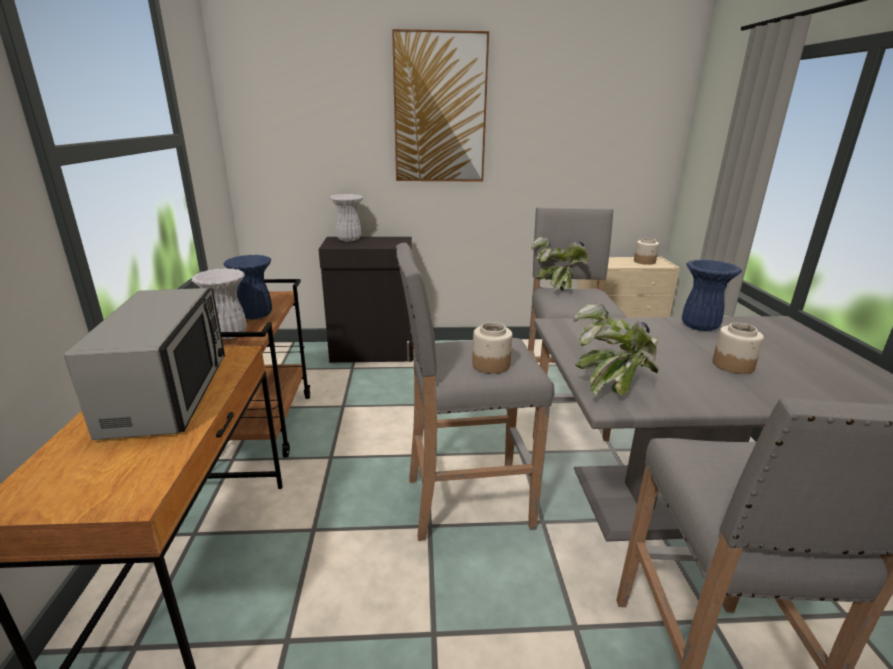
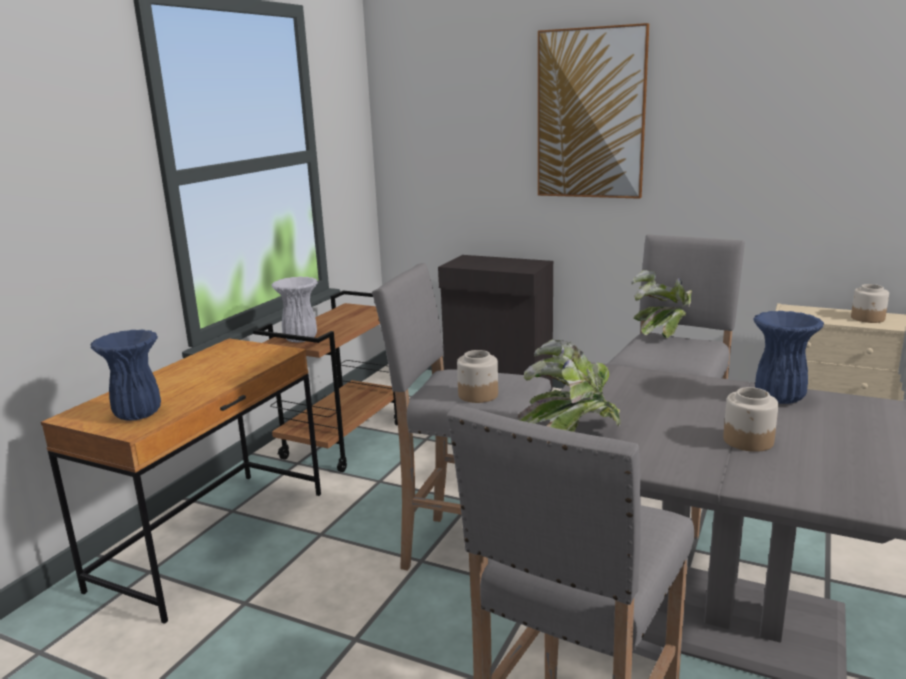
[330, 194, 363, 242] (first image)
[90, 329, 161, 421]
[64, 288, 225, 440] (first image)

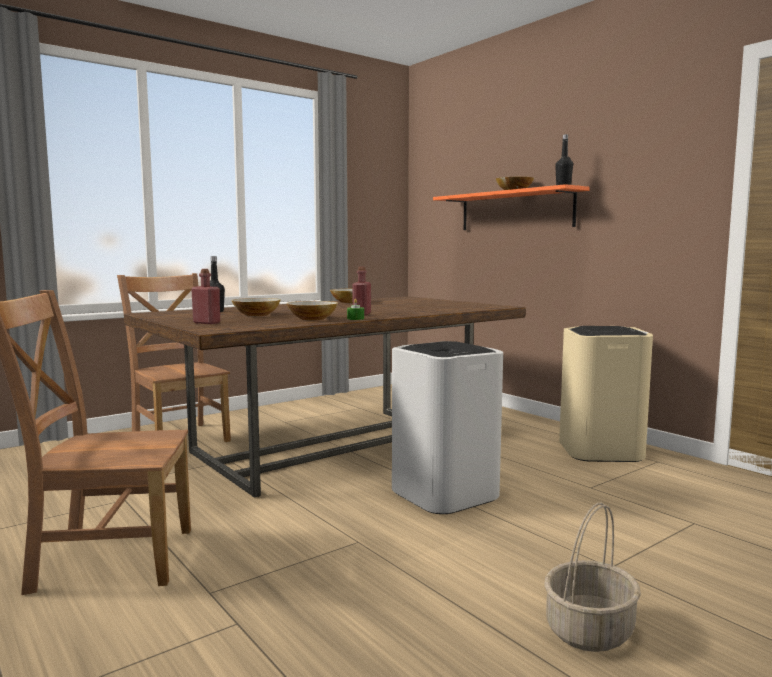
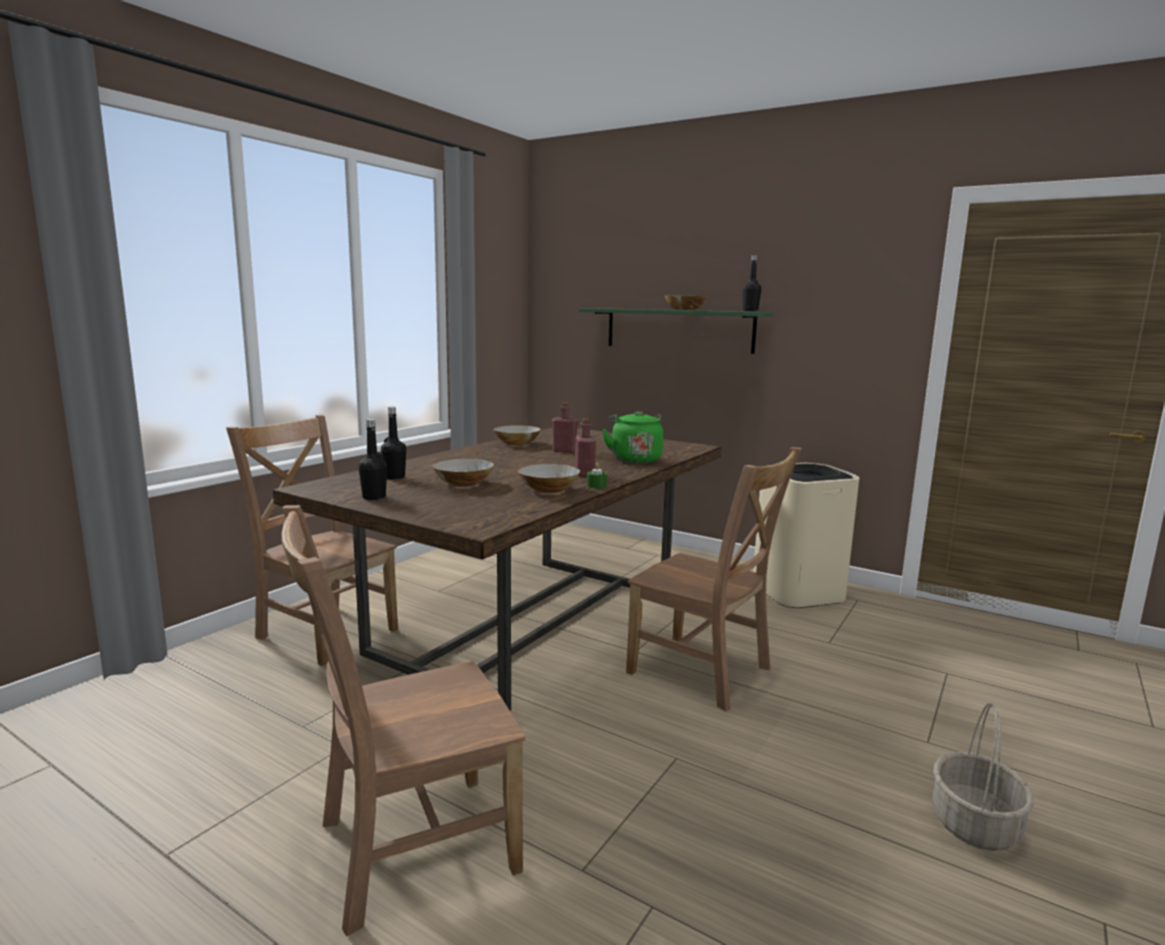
[579, 308, 773, 354]
[552, 402, 578, 452]
[626, 447, 802, 711]
[602, 411, 663, 463]
[358, 419, 387, 500]

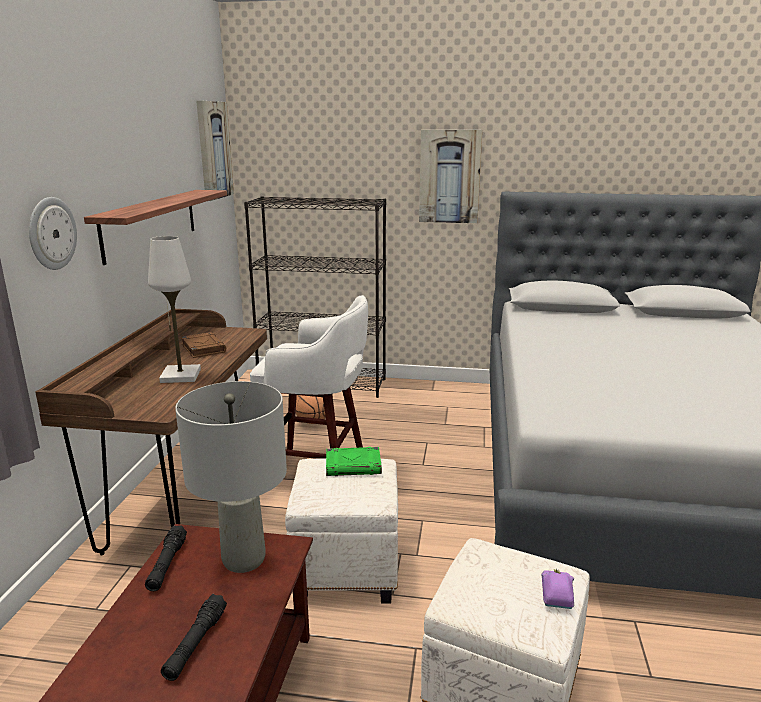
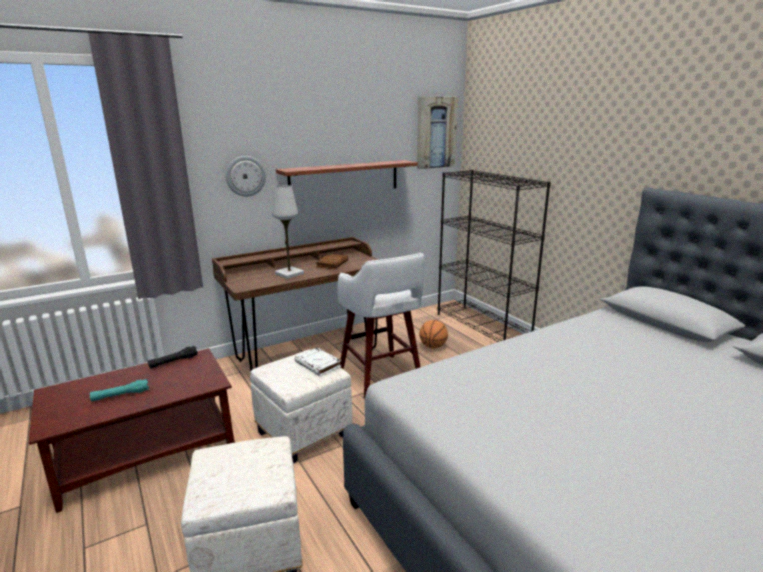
[419, 130, 482, 223] (first image)
[175, 381, 287, 573] (first image)
[295, 348, 341, 376]
[541, 569, 574, 609] (first image)
[90, 379, 149, 402]

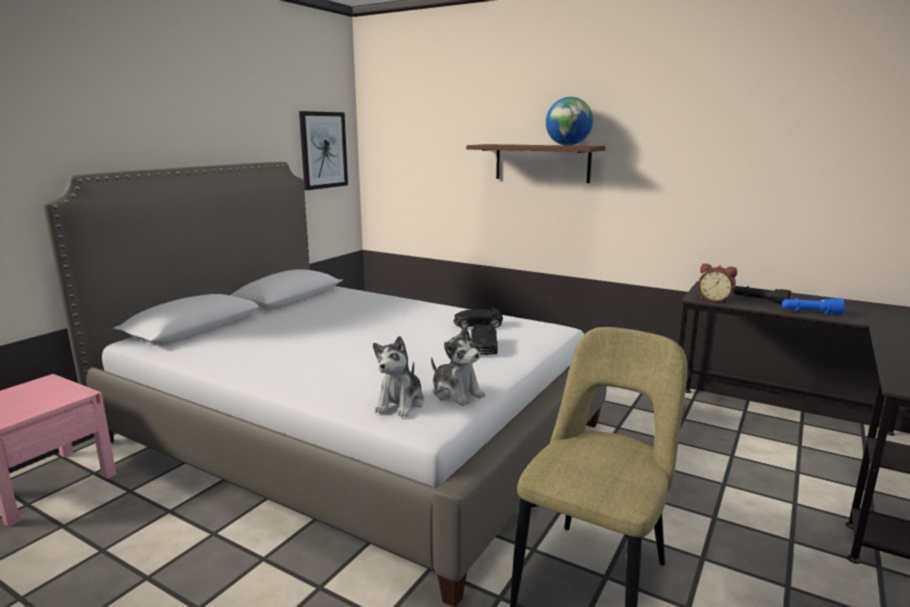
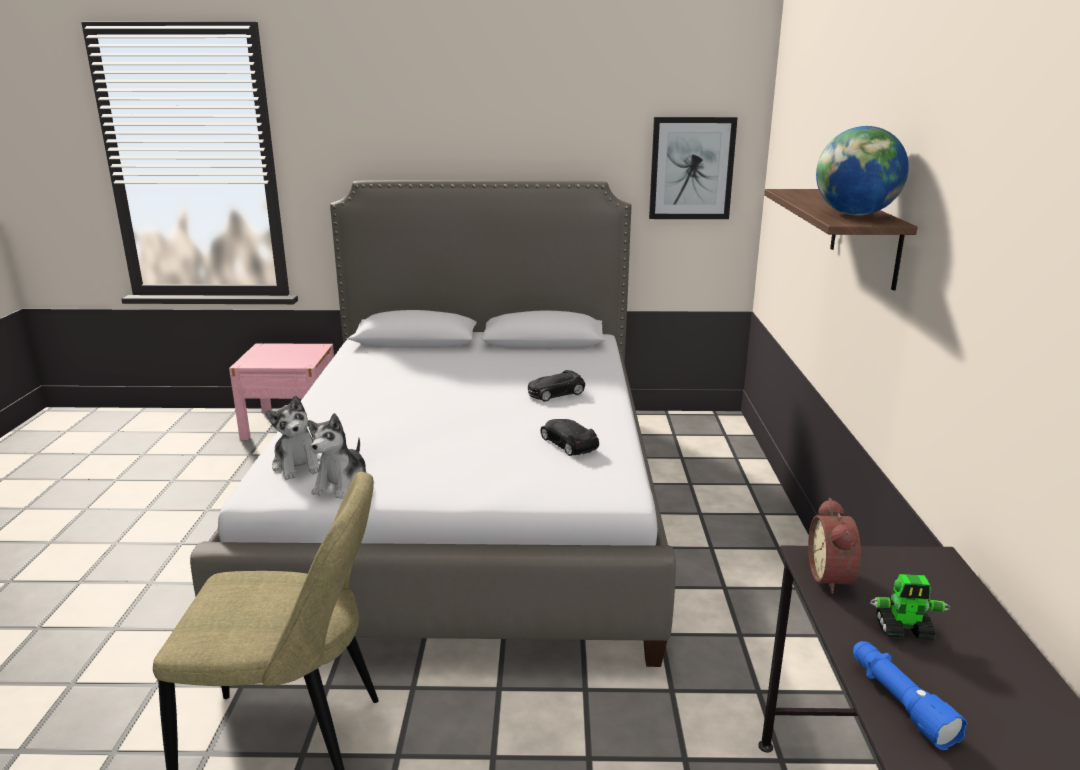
[870, 574, 950, 640]
[528, 370, 585, 402]
[265, 395, 321, 480]

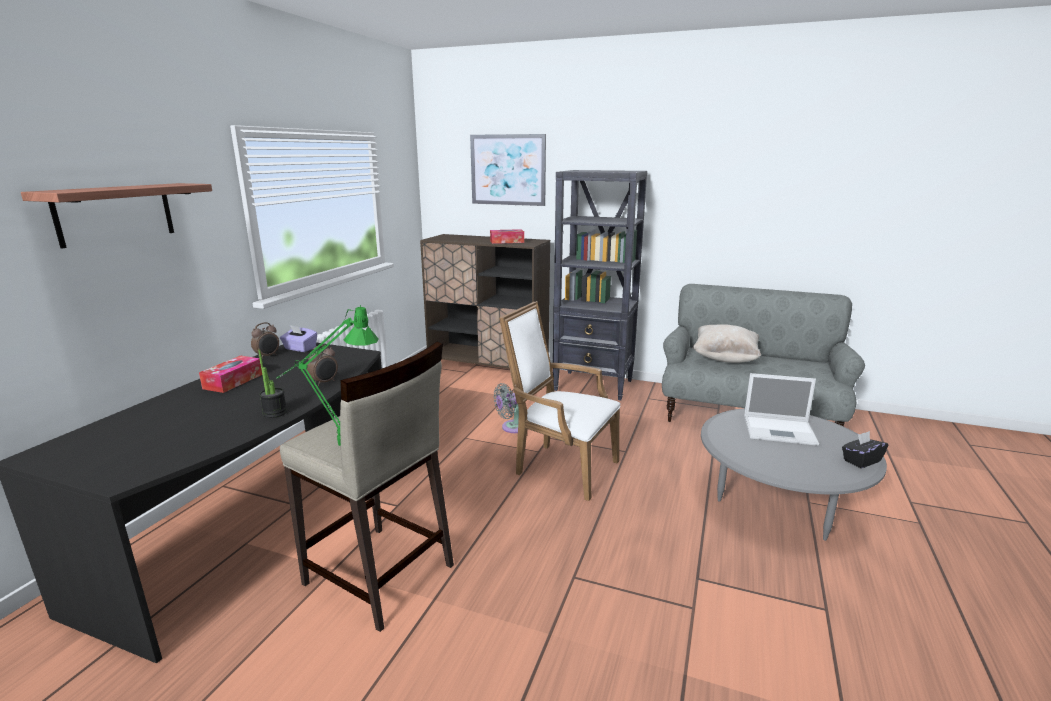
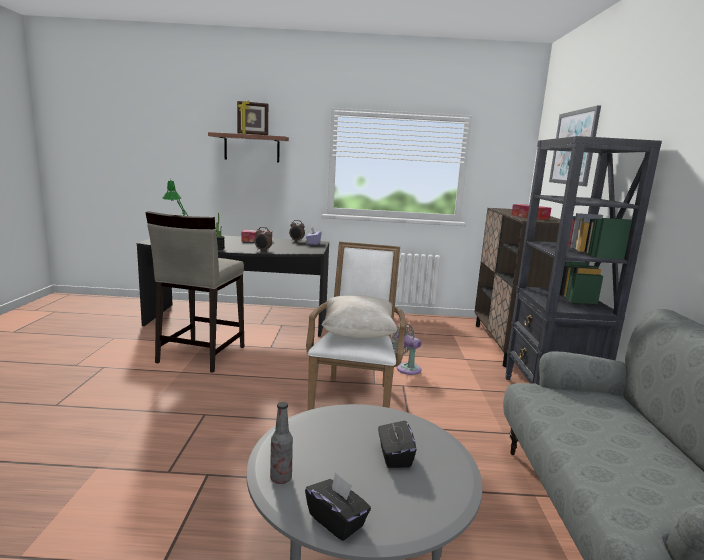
[321, 295, 397, 339]
[378, 417, 416, 468]
[237, 100, 268, 135]
[270, 402, 293, 484]

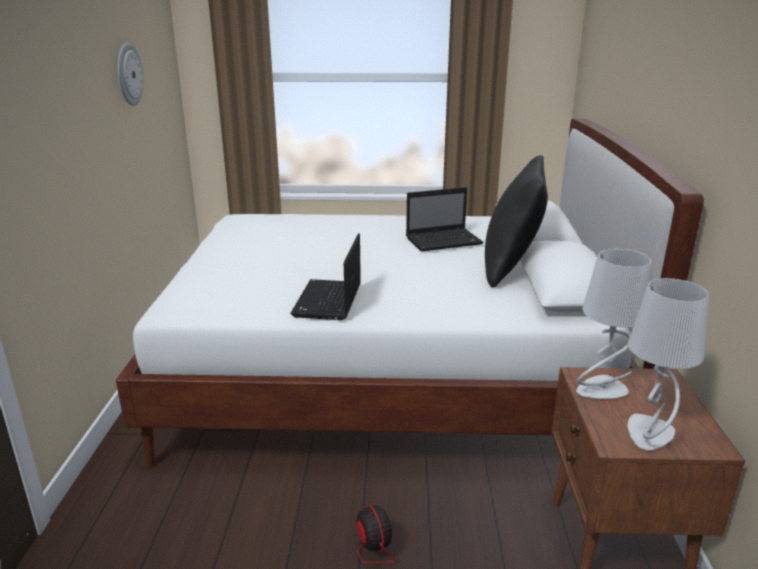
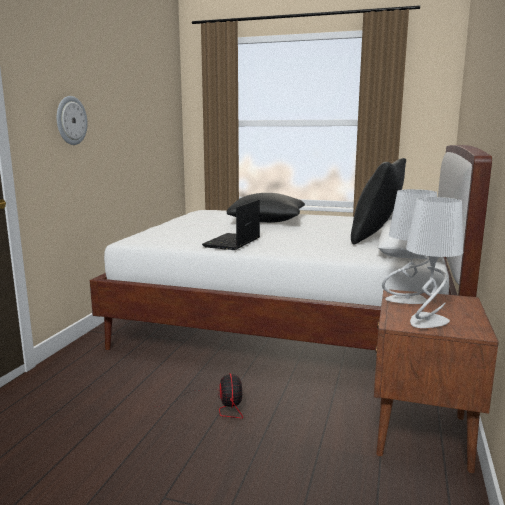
[57, 96, 88, 145]
[406, 187, 483, 251] (first image)
[227, 193, 305, 223]

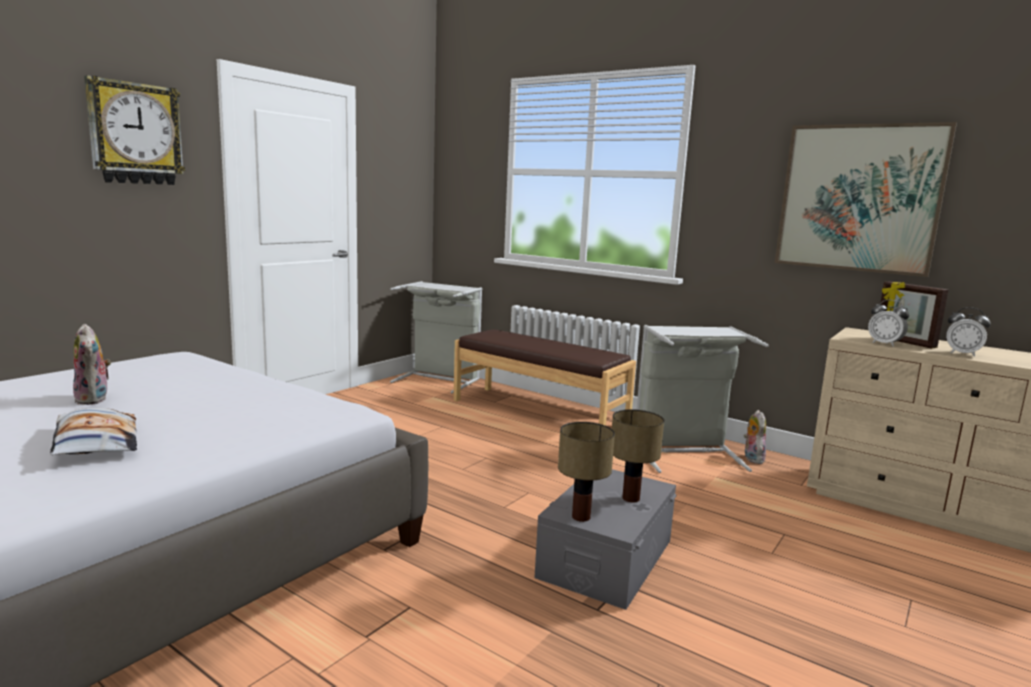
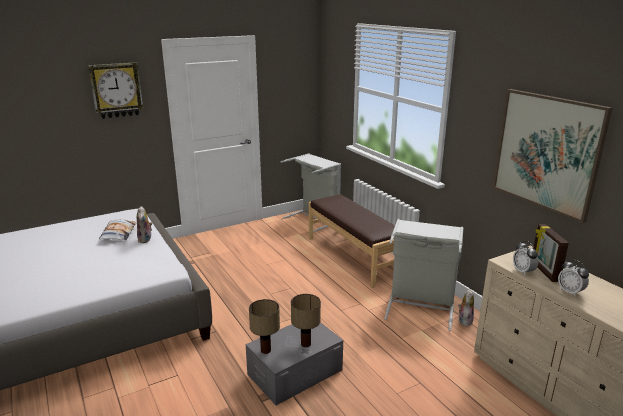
[137, 206, 152, 243]
[99, 219, 136, 240]

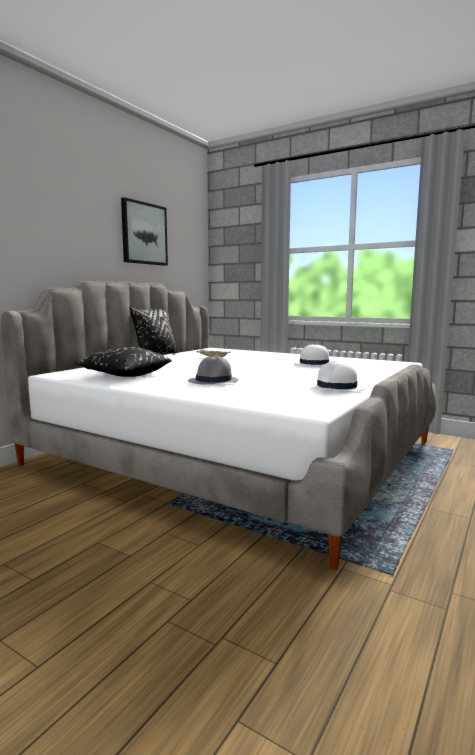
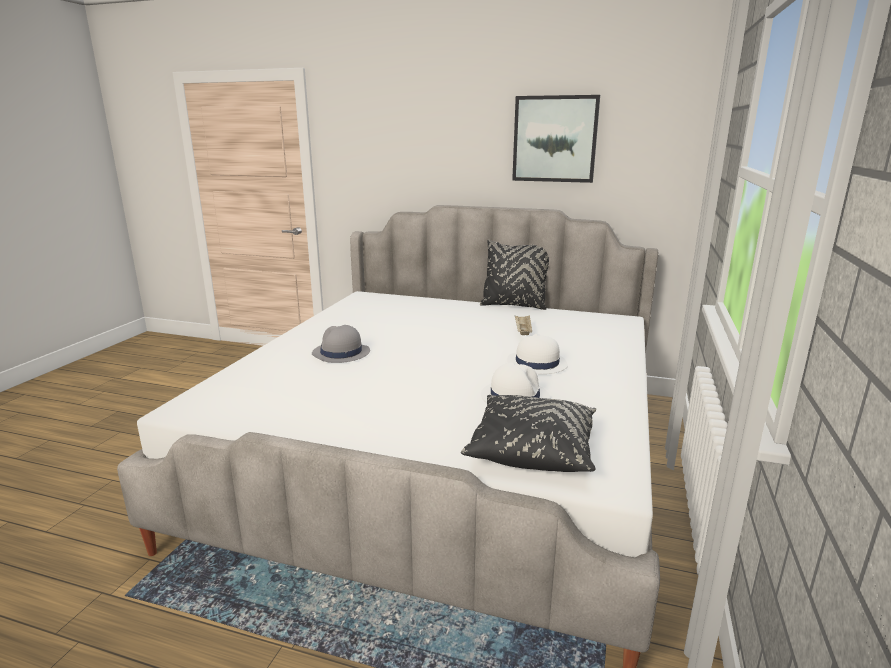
[461, 395, 596, 472]
[507, 334, 568, 374]

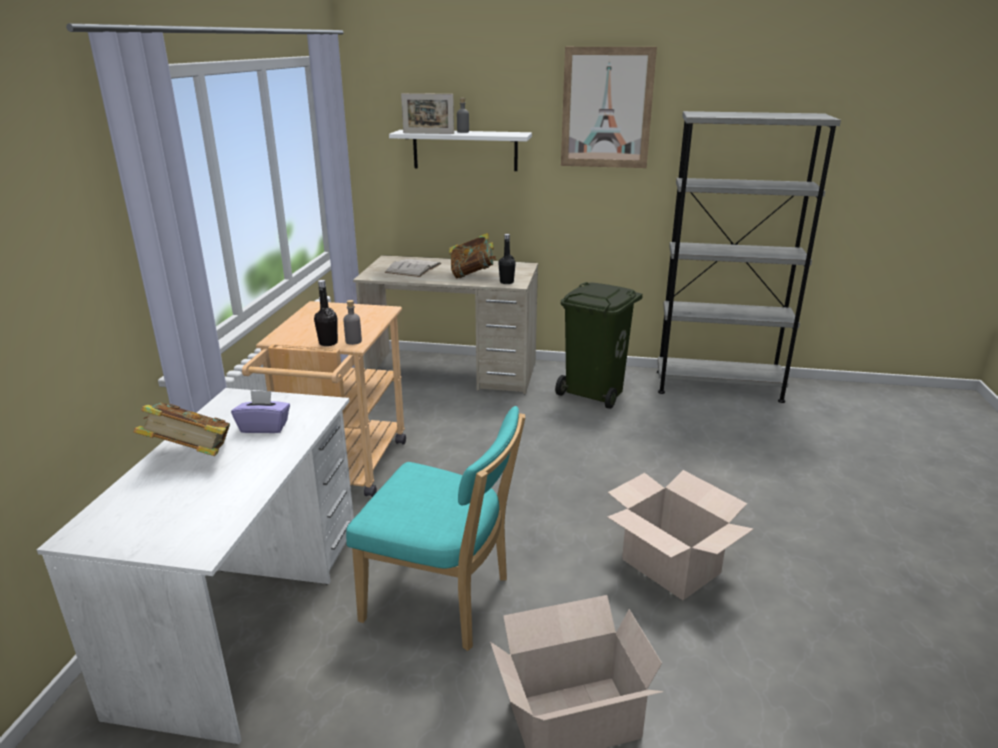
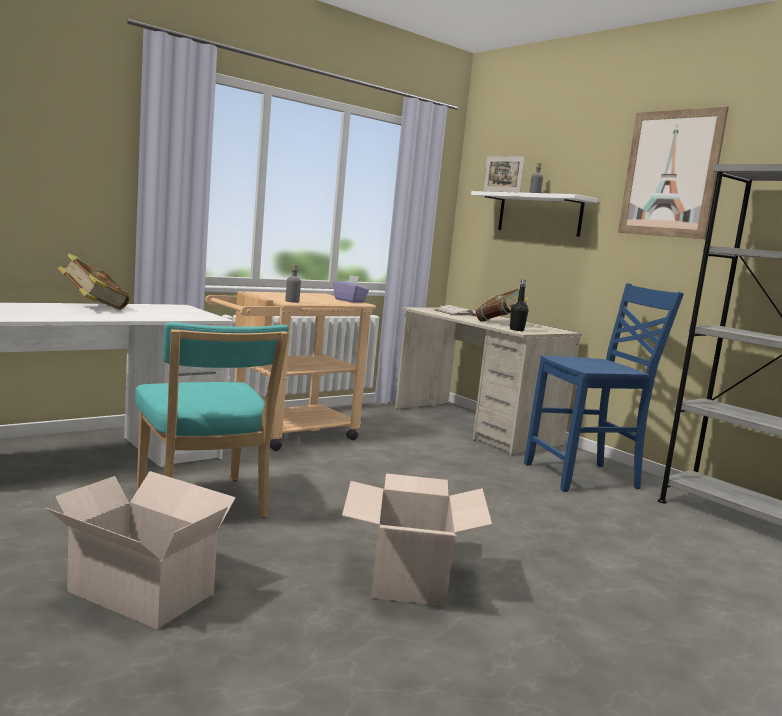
[314, 280, 338, 346] (first image)
[524, 283, 684, 492]
[333, 275, 369, 303]

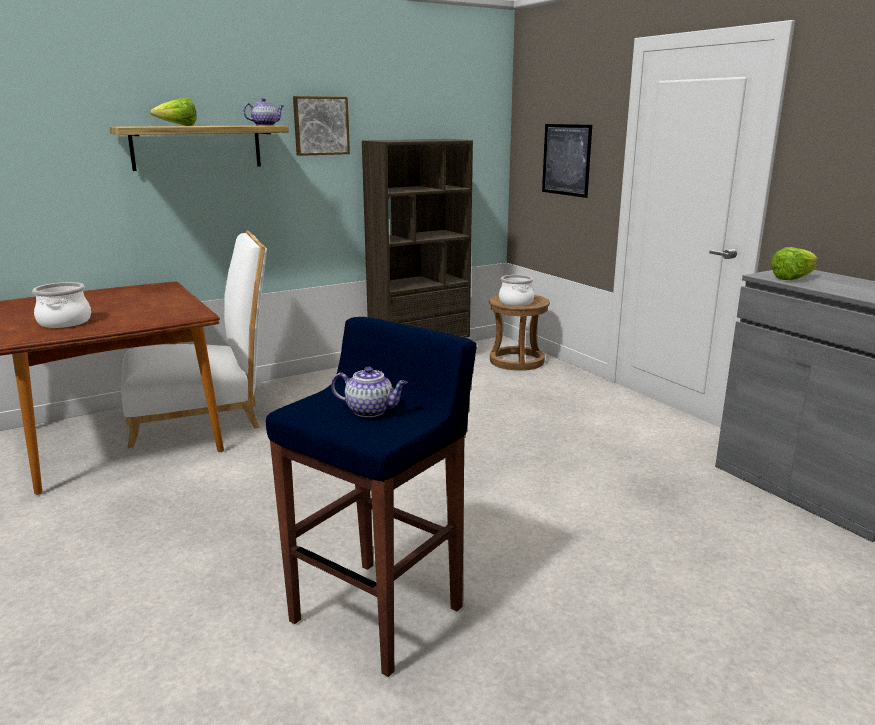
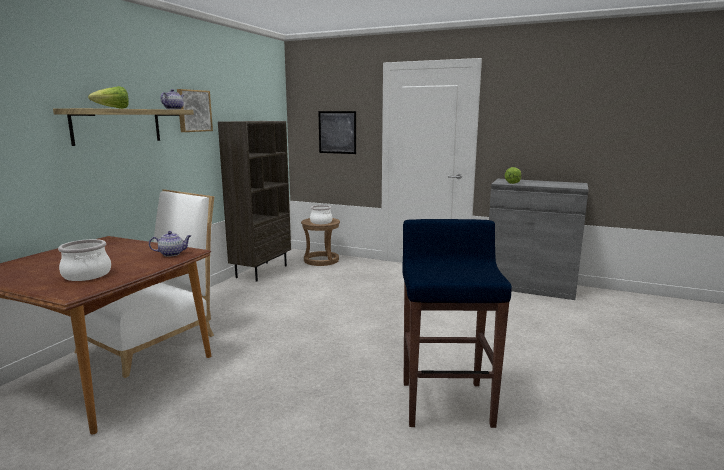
[149, 231, 191, 257]

